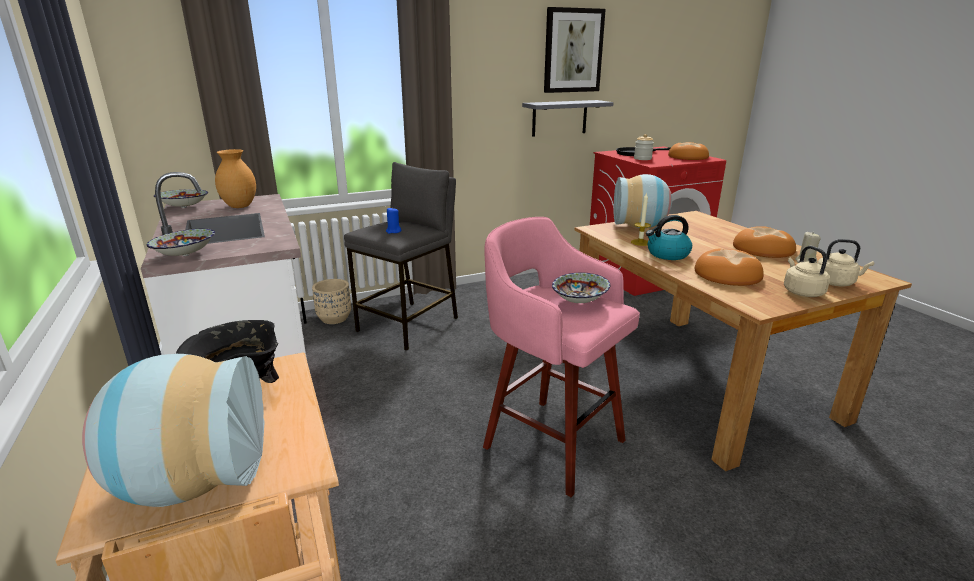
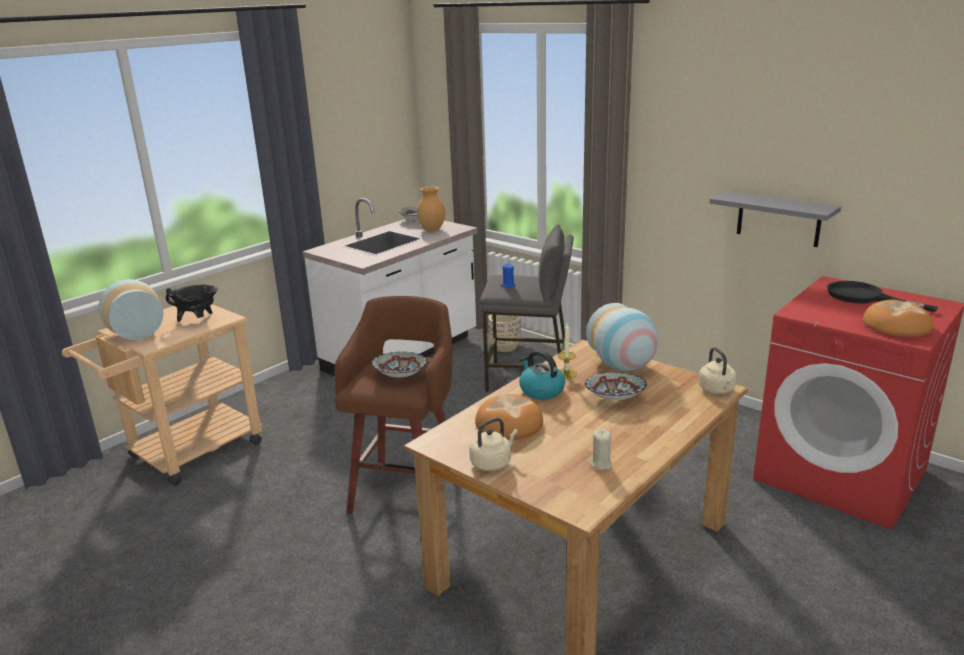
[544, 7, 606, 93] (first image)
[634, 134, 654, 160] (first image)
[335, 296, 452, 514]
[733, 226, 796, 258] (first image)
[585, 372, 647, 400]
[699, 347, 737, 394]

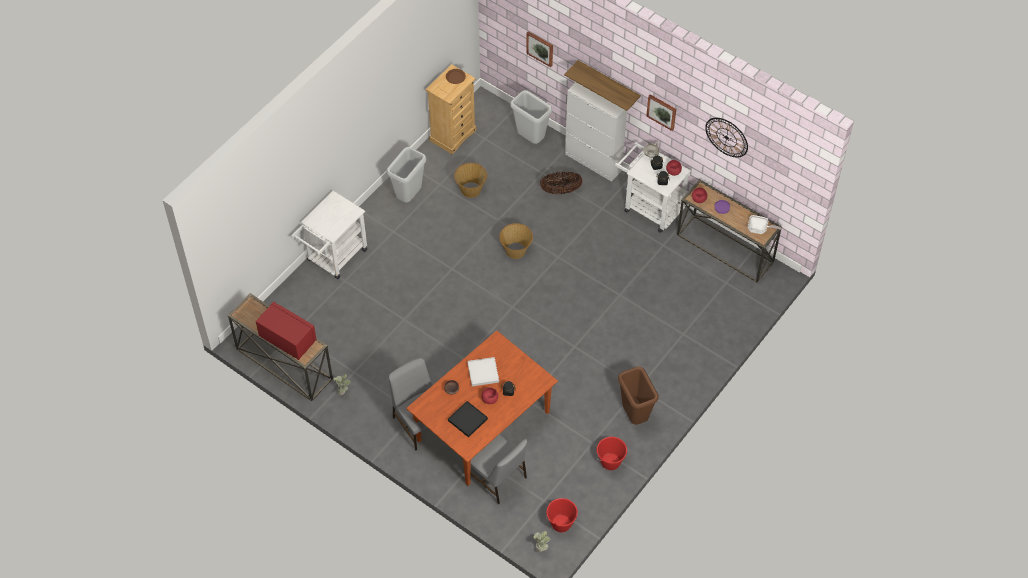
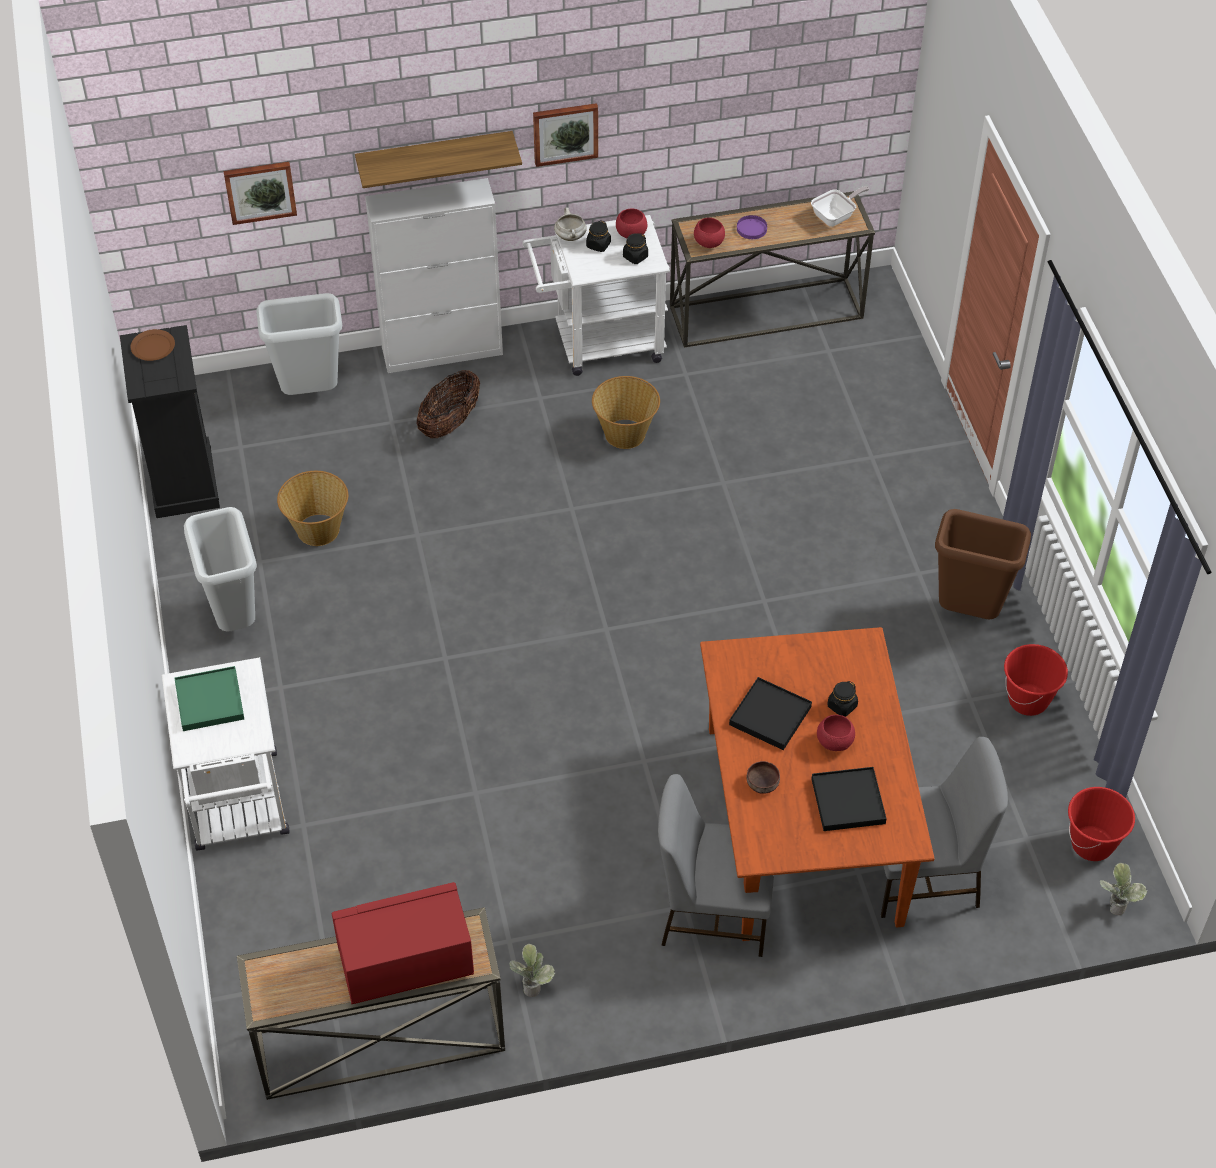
[120, 325, 220, 518]
[705, 118, 748, 158] (first image)
[592, 376, 660, 449]
[729, 677, 812, 750]
[174, 666, 244, 731]

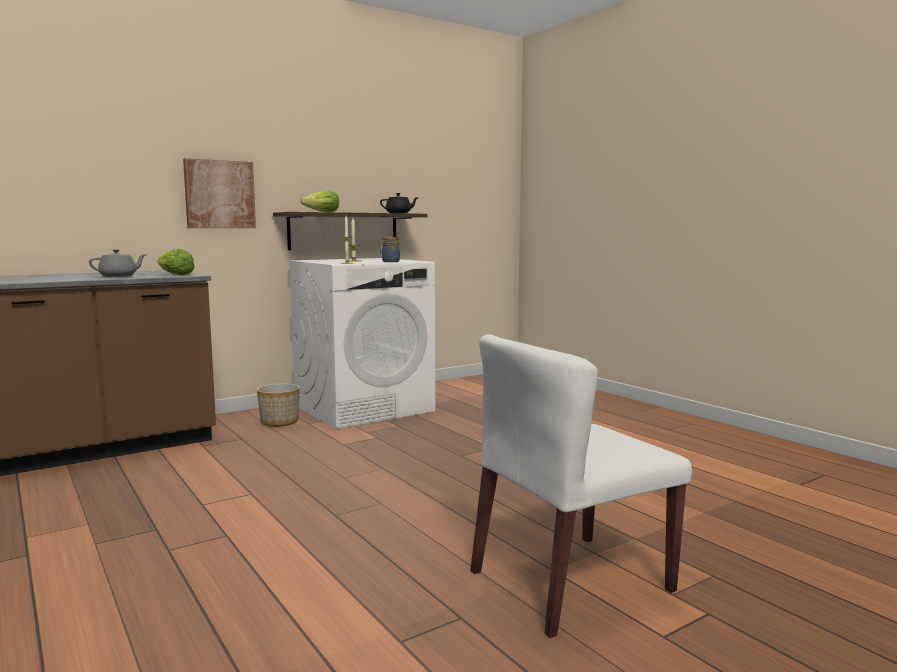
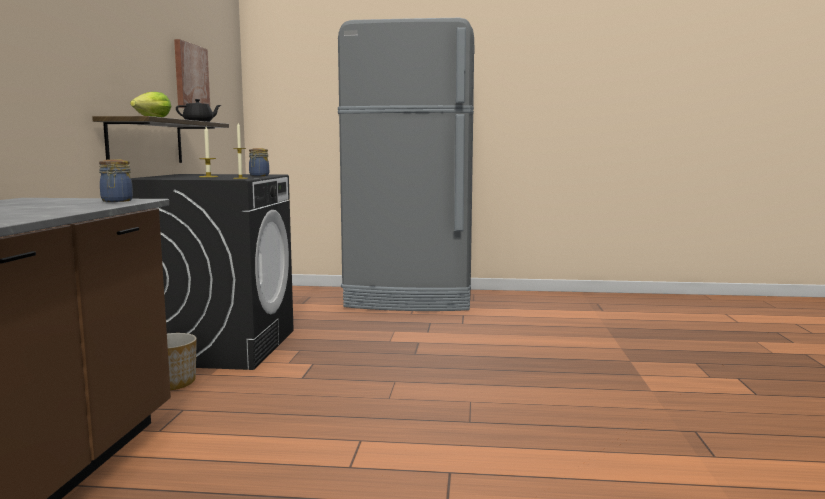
[174, 39, 210, 108]
[89, 249, 147, 277] (first image)
[99, 159, 133, 202]
[131, 174, 294, 370]
[470, 334, 692, 638] (first image)
[338, 18, 474, 311]

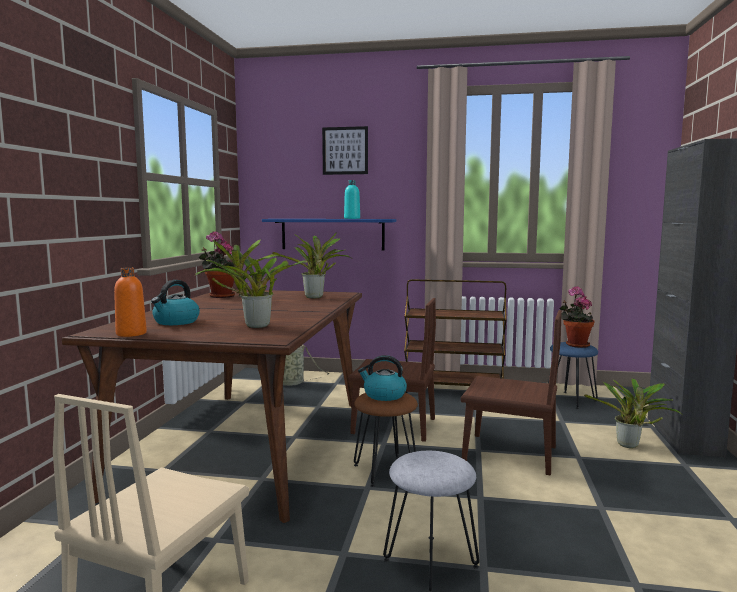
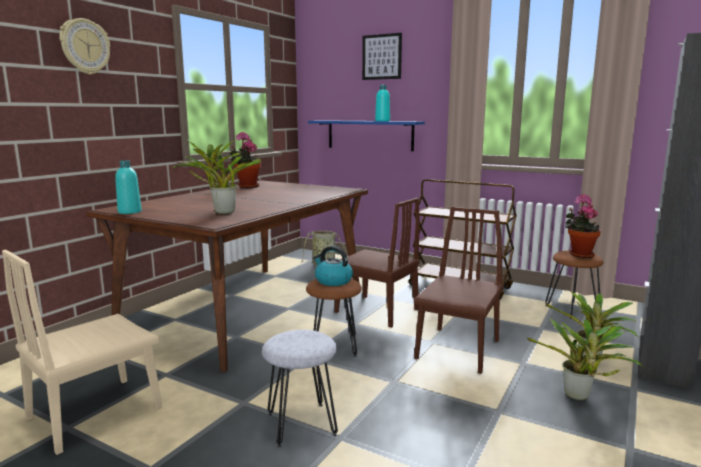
[527, 319, 645, 400]
[115, 160, 142, 214]
[151, 280, 200, 325] (first image)
[414, 207, 504, 374]
[545, 251, 604, 319]
[59, 18, 110, 75]

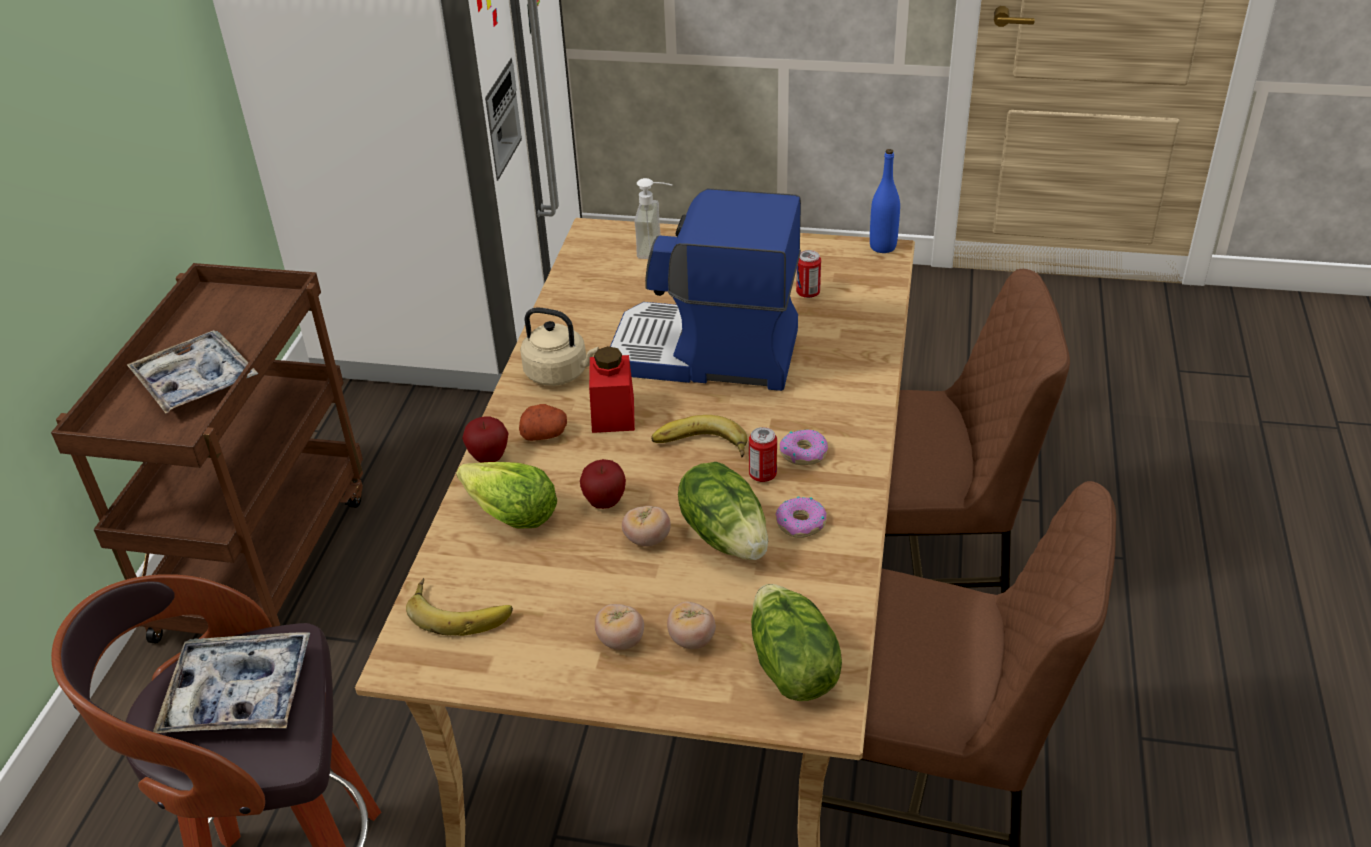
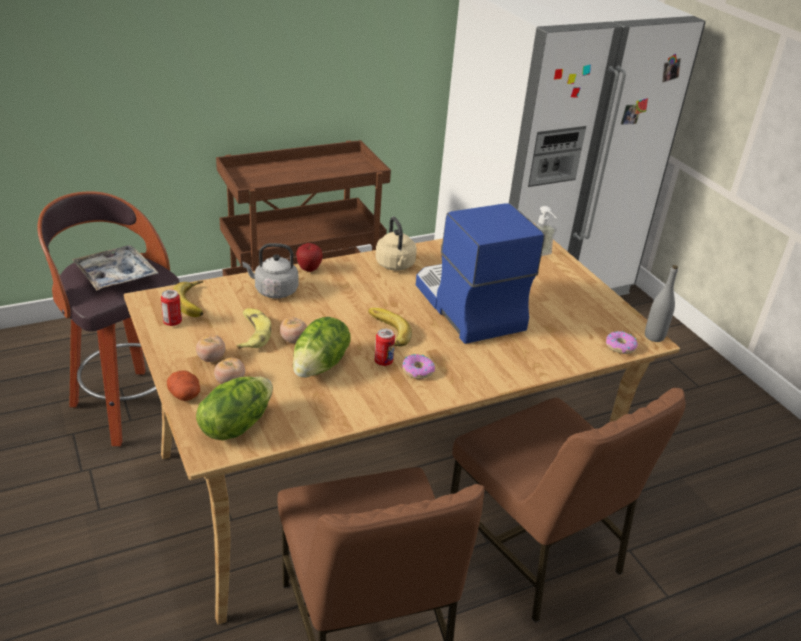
[645, 265, 678, 342]
[161, 290, 182, 326]
[127, 330, 258, 414] (first image)
[589, 346, 635, 433] (first image)
[167, 370, 200, 401]
[580, 459, 626, 509] (first image)
[242, 243, 298, 299]
[606, 331, 638, 354]
[236, 308, 271, 349]

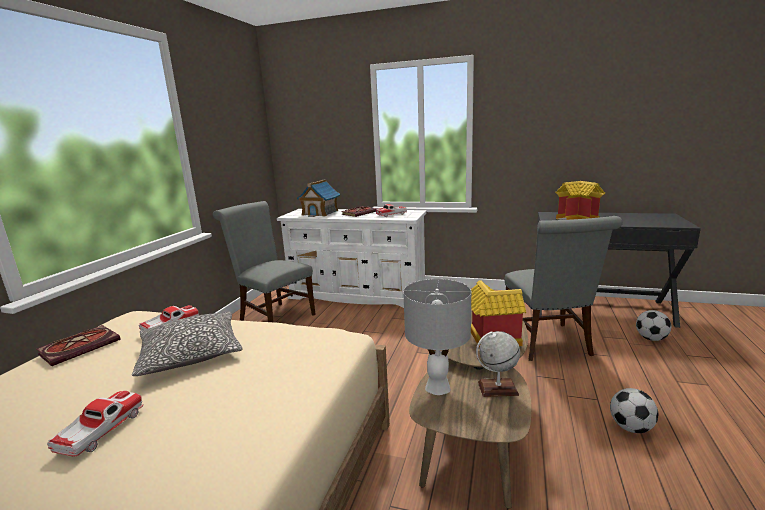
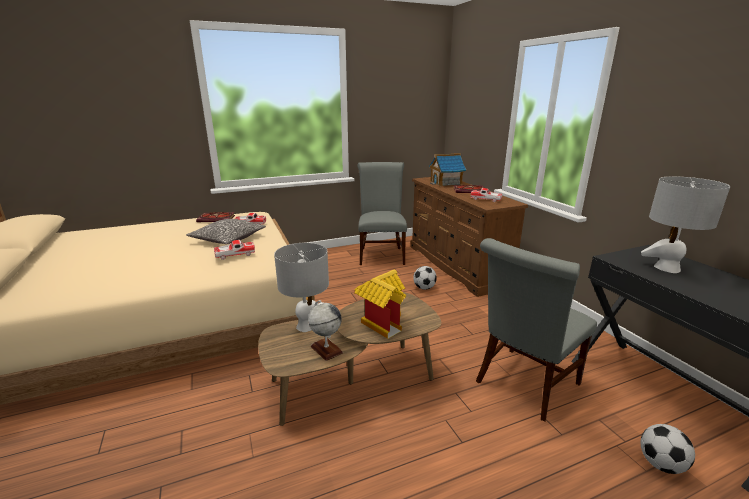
[641, 176, 730, 273]
[410, 177, 528, 297]
[413, 266, 437, 290]
[214, 240, 255, 260]

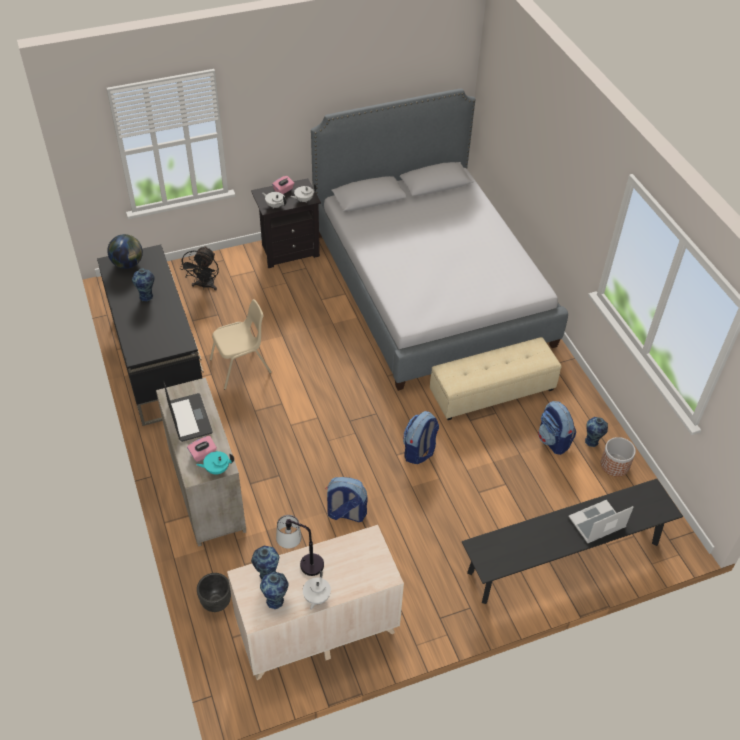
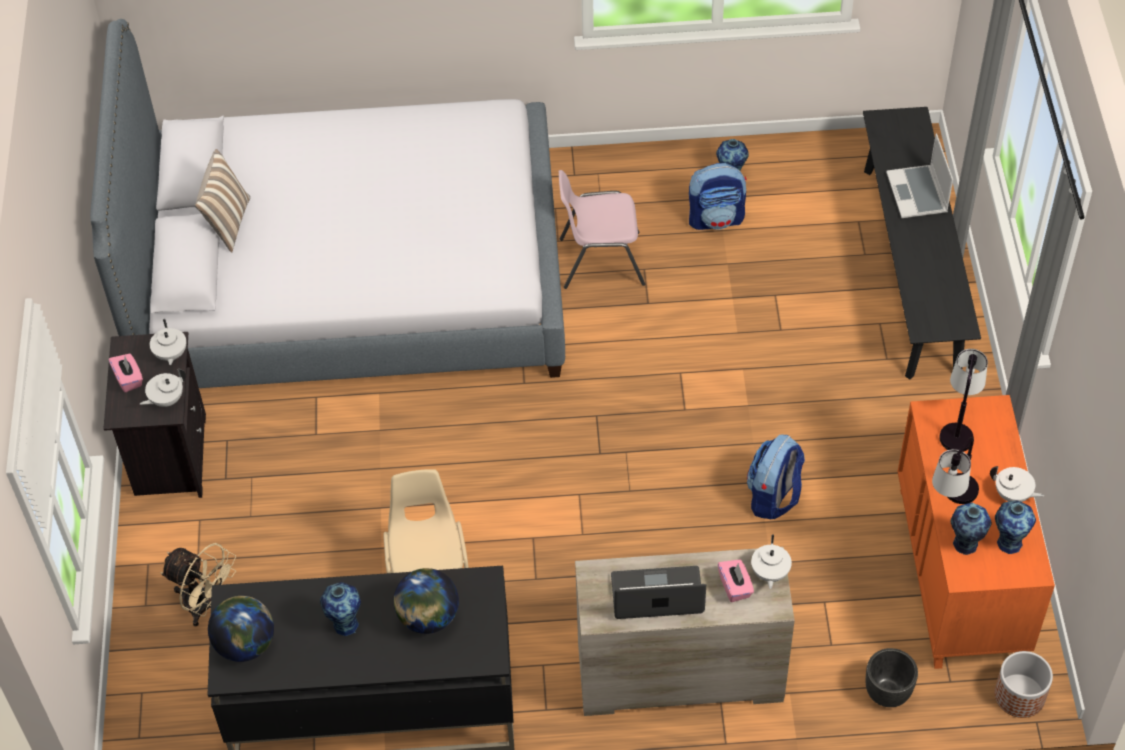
[160, 543, 236, 627]
[559, 170, 645, 289]
[403, 411, 439, 464] (first image)
[995, 651, 1053, 718]
[751, 535, 792, 589]
[897, 395, 1055, 669]
[195, 149, 250, 252]
[939, 349, 988, 452]
[394, 568, 459, 634]

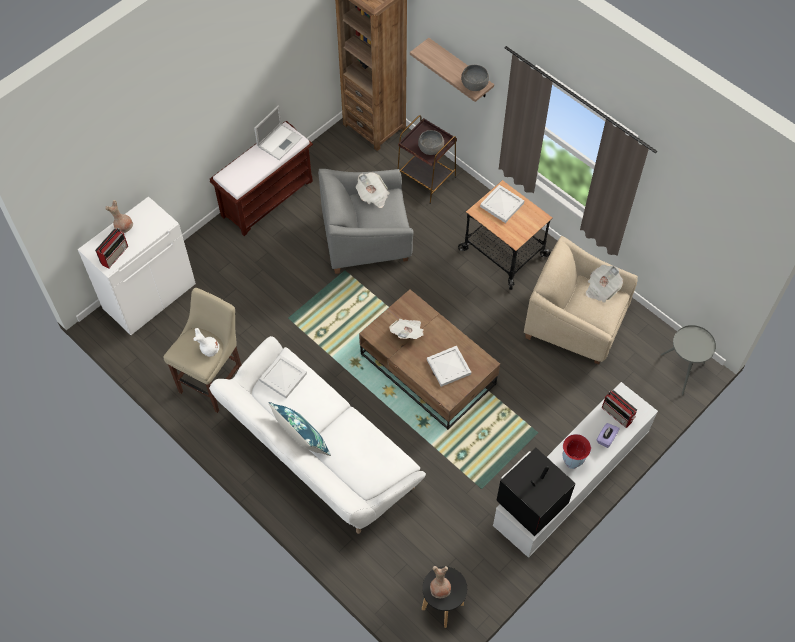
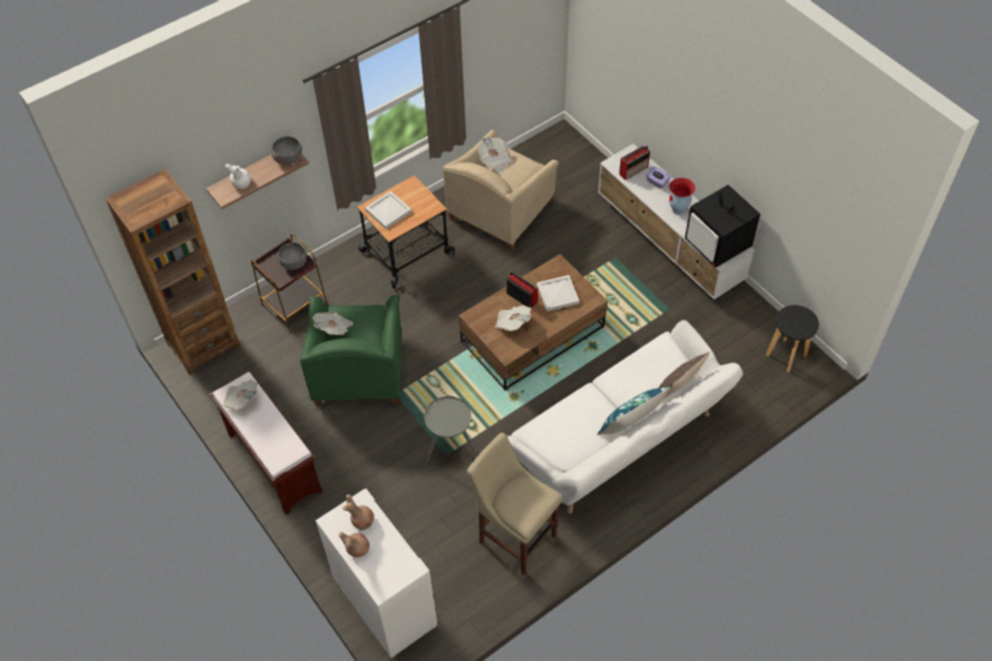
[222, 380, 258, 410]
[300, 295, 402, 406]
[506, 271, 538, 308]
[424, 396, 478, 466]
[225, 164, 251, 189]
[259, 355, 307, 398] (first image)
[343, 495, 374, 530]
[658, 352, 709, 399]

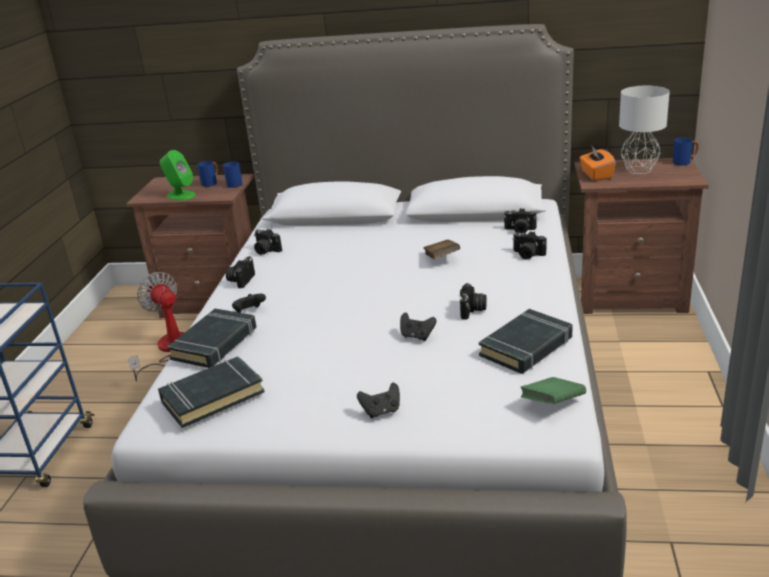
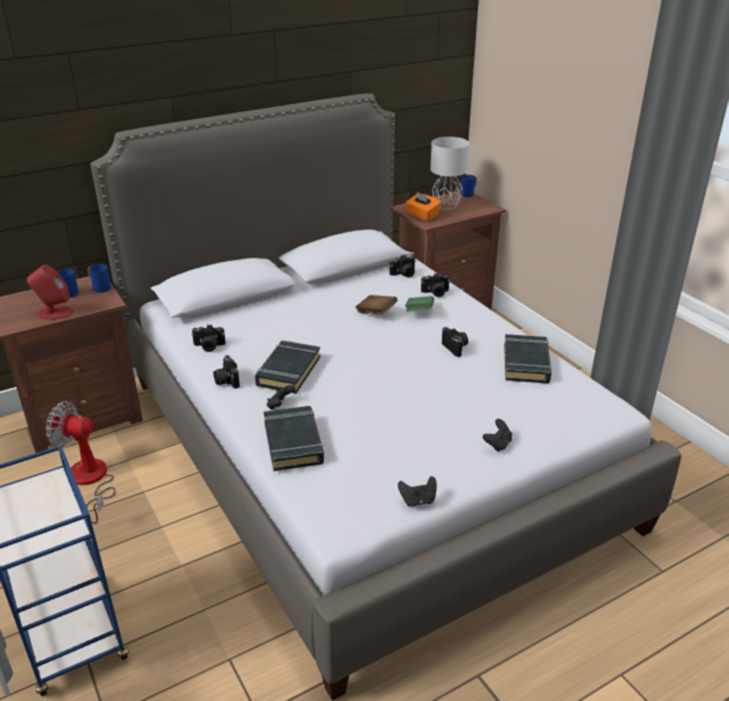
[27, 265, 74, 320]
[398, 476, 437, 507]
[255, 340, 320, 393]
[405, 296, 434, 312]

